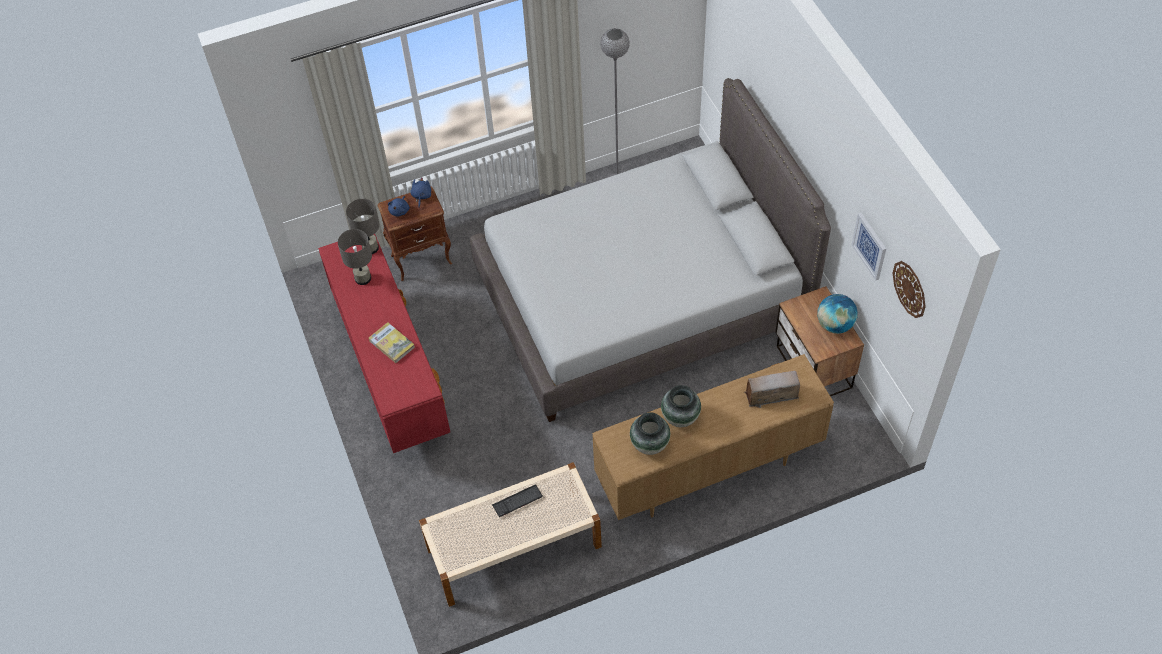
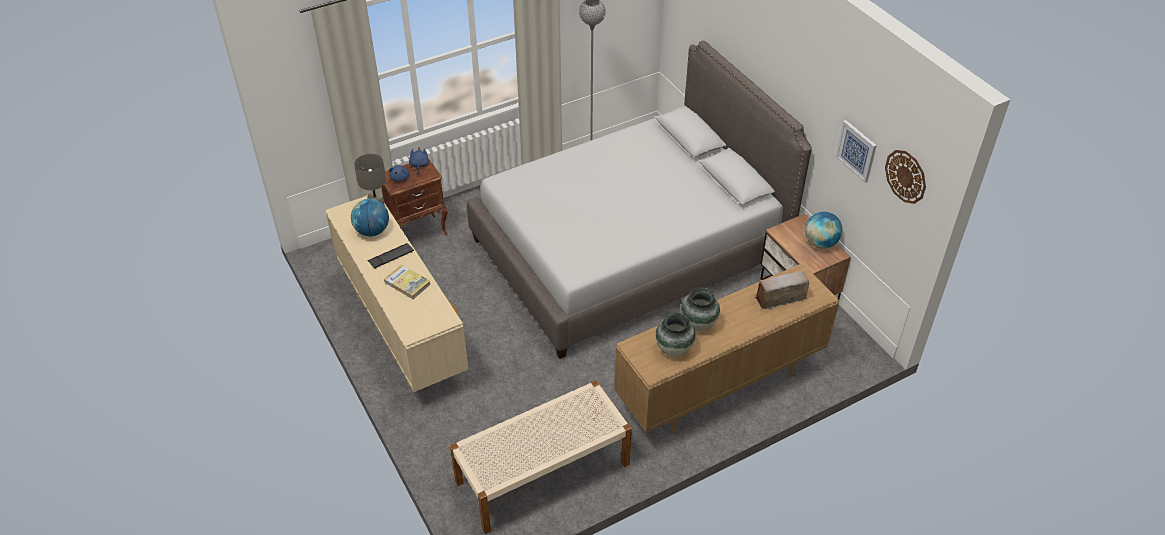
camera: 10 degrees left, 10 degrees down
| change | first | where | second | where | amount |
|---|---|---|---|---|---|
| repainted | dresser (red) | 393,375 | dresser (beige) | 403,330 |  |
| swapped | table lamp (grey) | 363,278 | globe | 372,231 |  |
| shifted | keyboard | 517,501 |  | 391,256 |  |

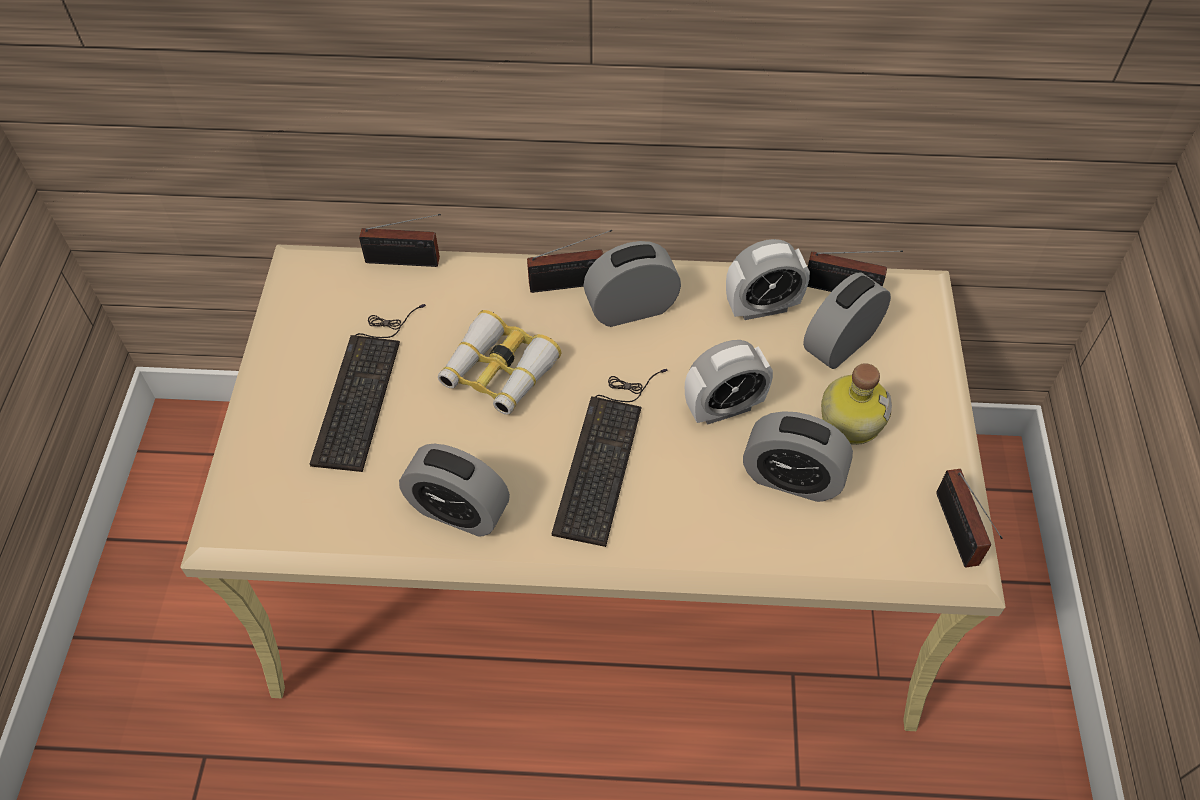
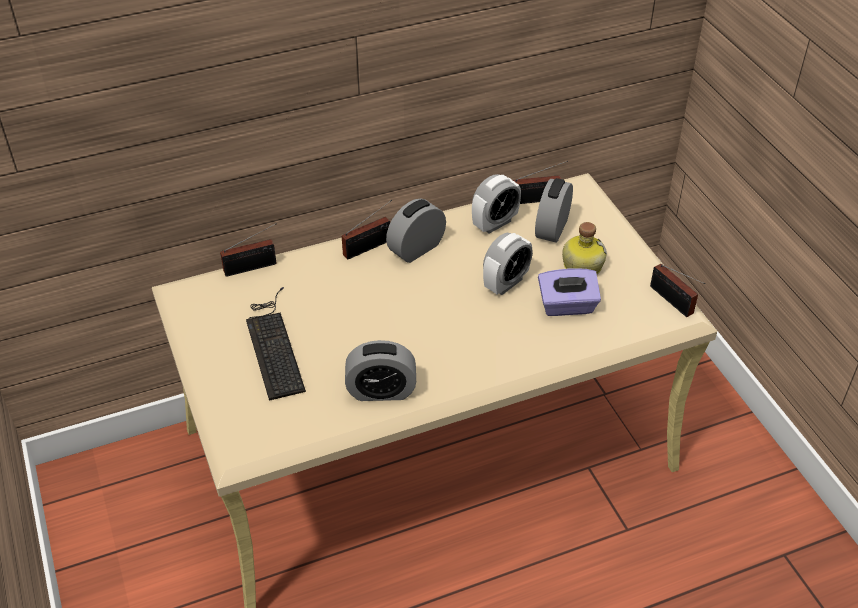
camera: 25 degrees left, 10 degrees down
| change | first | where | second | where | amount |
|---|---|---|---|---|---|
| swapped | alarm clock | 791,478 | tissue box (purple) | 567,306 |  |
| gone | binoculars | 498,373 |  |  |  |
| gone | keyboard | 606,452 |  |  |  |

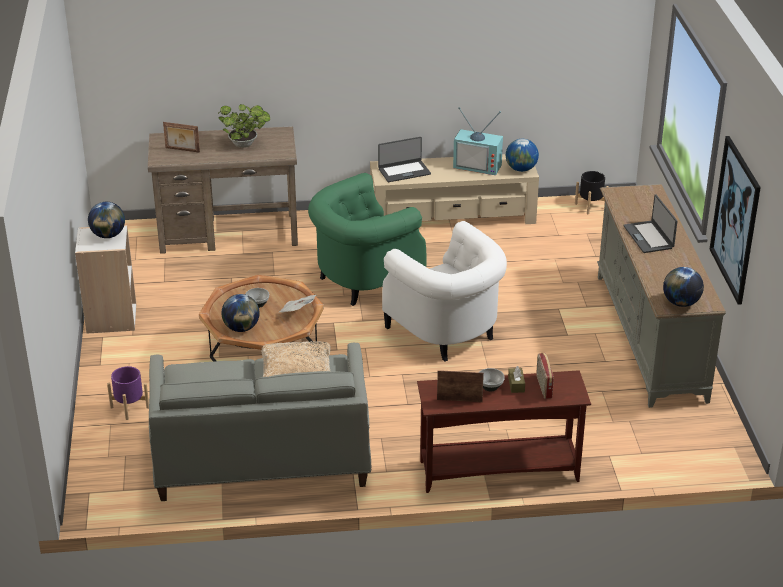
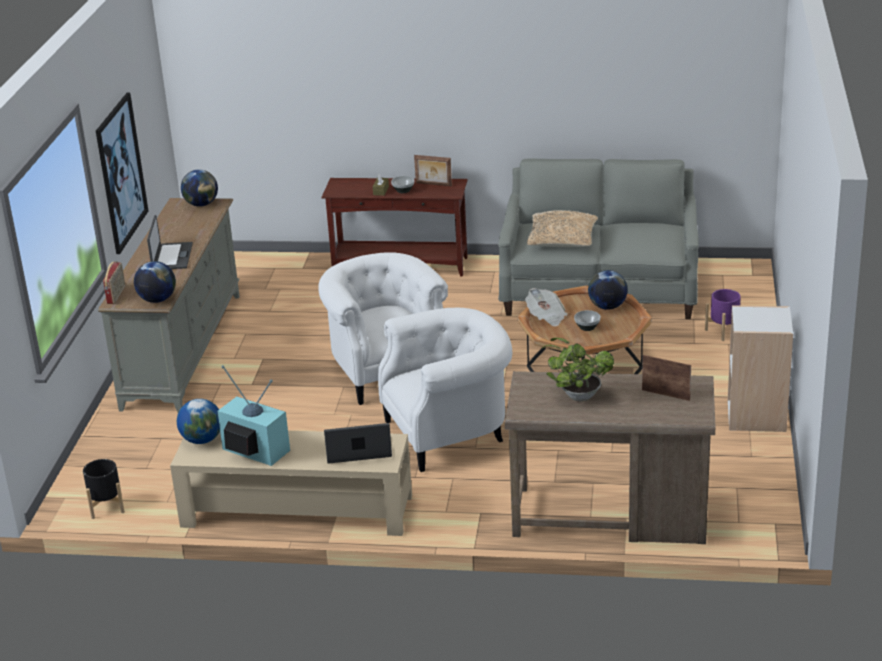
camera: 165 degrees left, 5 degrees down
| change | first | where | second | where | amount |
|---|---|---|---|---|---|
| shifted | radio | 543,386 |  | 116,295 |  |
| shifted | globe | 108,235 |  | 157,300 |  |
| repainted | armchair (green) | 364,280 | armchair (white) | 450,433 |  |

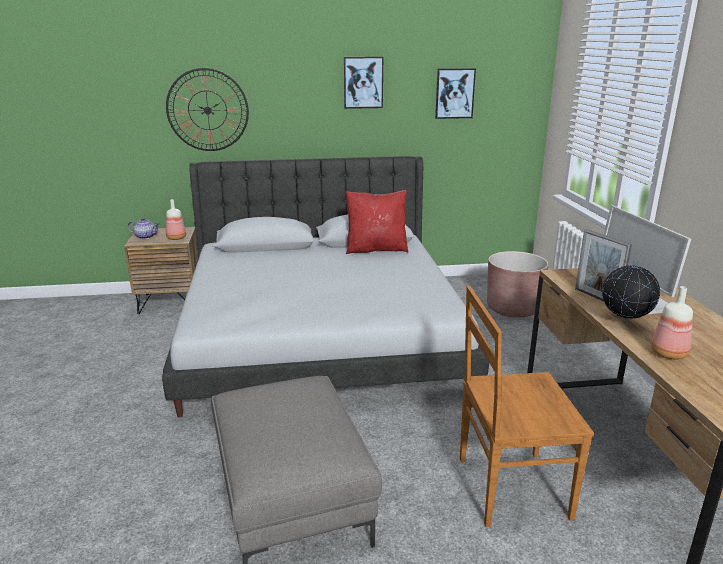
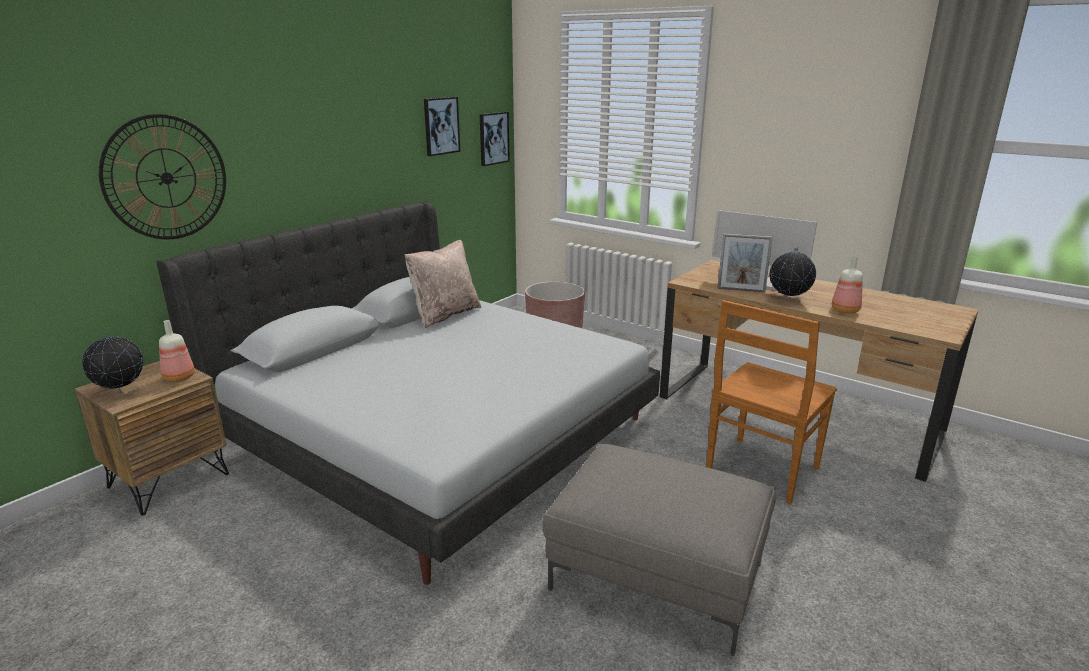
camera: 45 degrees left, 0 degrees up
| change | first | where | second | where | amount |
|---|---|---|---|---|---|
| swapped | teapot | 145,237 | globe | 121,392 |  |
| repainted | pillow (red) | 376,249 | pillow (beige) | 445,315 |  |
| shifted | picture | 363,82 |  | 493,138 |  |

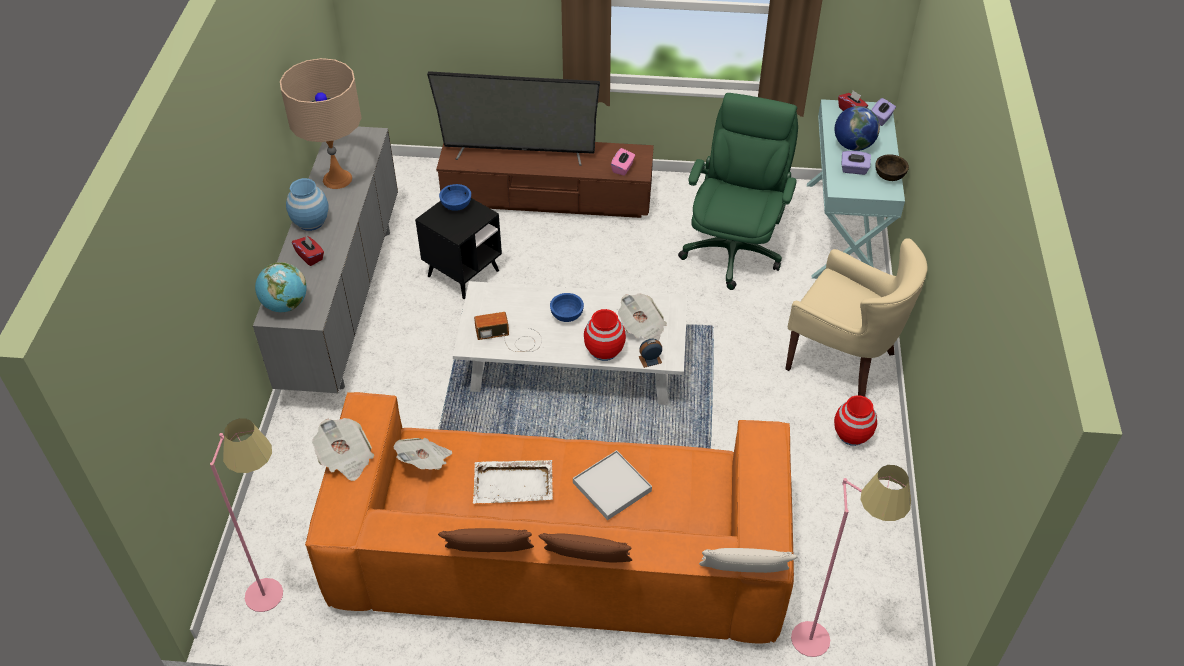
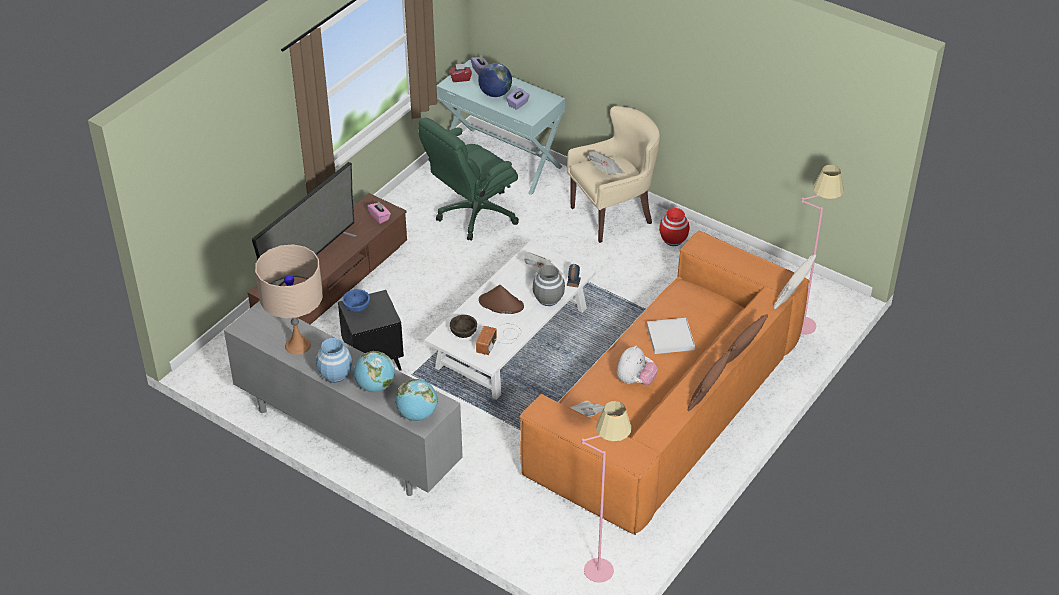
camera: 60 degrees left, 5 degrees down
| change | first | where | second | where | amount |
|---|---|---|---|---|---|
| swapped | tissue box (red) | 310,256 | globe | 375,386 |  |
| rotated | office chair (green) | 734,248 |  | 472,216 | 90 degrees counterclockwise |
| shifted | bowl (brown) | 889,176 |  | 463,333 |  |
| swapped | bowl (blue) | 566,315 | hat (brown) | 501,304 |  |
| repainted | vase (red) | 604,350 | vase (grey) | 548,299 |  |
| shifted | newspaper | 345,458 |  | 605,171 |  |
| swapped | tray (white) | 514,483 | plush toy | 635,381 |  |

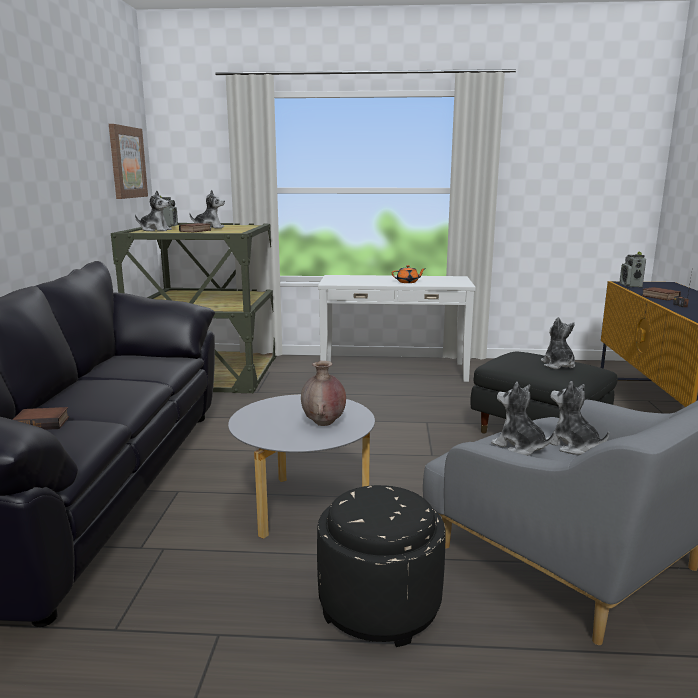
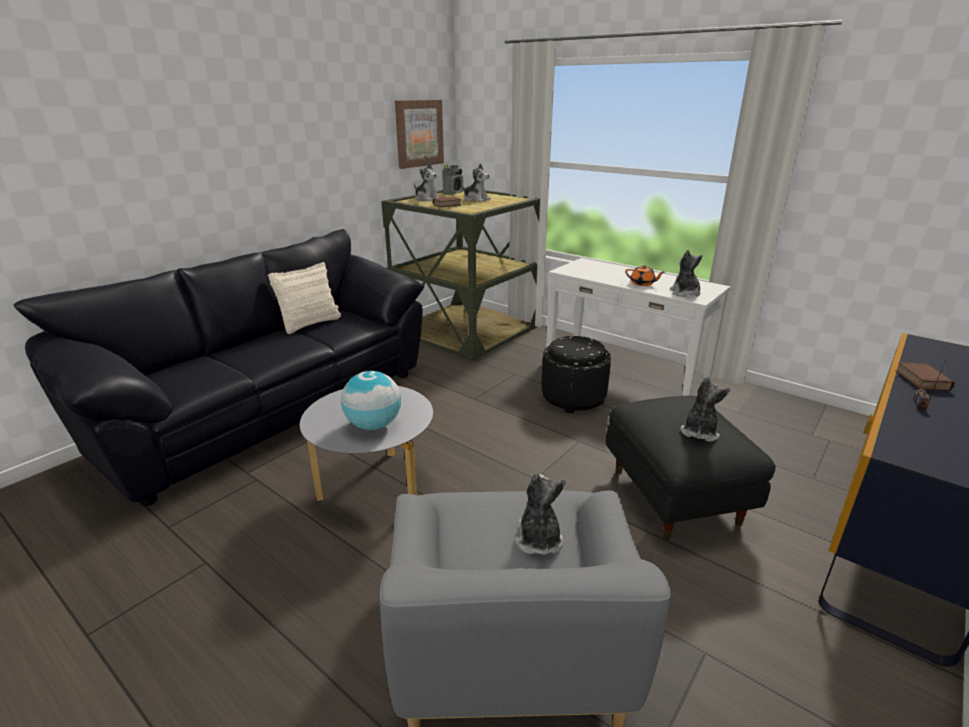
camera: 35 degrees right, 10 degrees up
| change | first | where | second | where | amount |
|---|---|---|---|---|---|
| new |  |  | pillow (beige) | 310,324 |  |
| swapped | vase (brown) | 324,423 | globe | 374,425 |  |
| shifted | ottoman (black) | 379,605 |  | 573,398 |  |
| shifted | plush toy | 519,447 |  | 685,293 |  |
| gone | book | 43,423 |  |  |  |
| gone | radio | 630,285 |  |  |  |

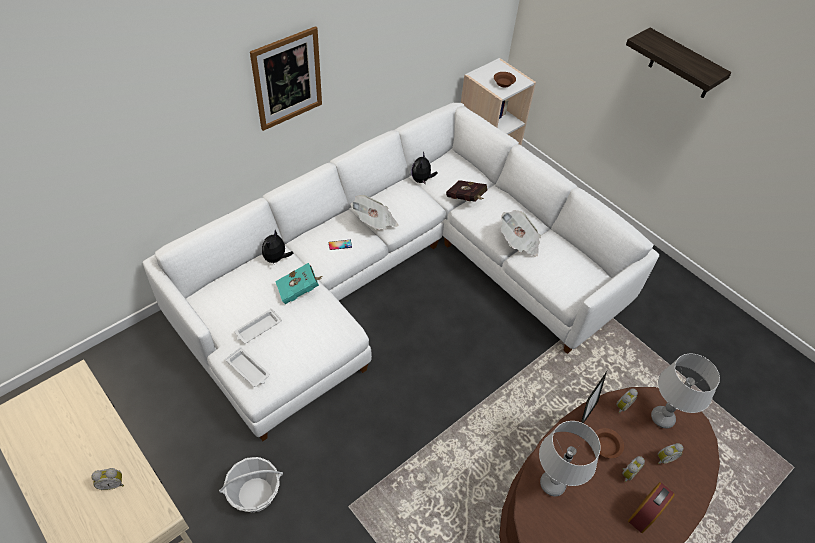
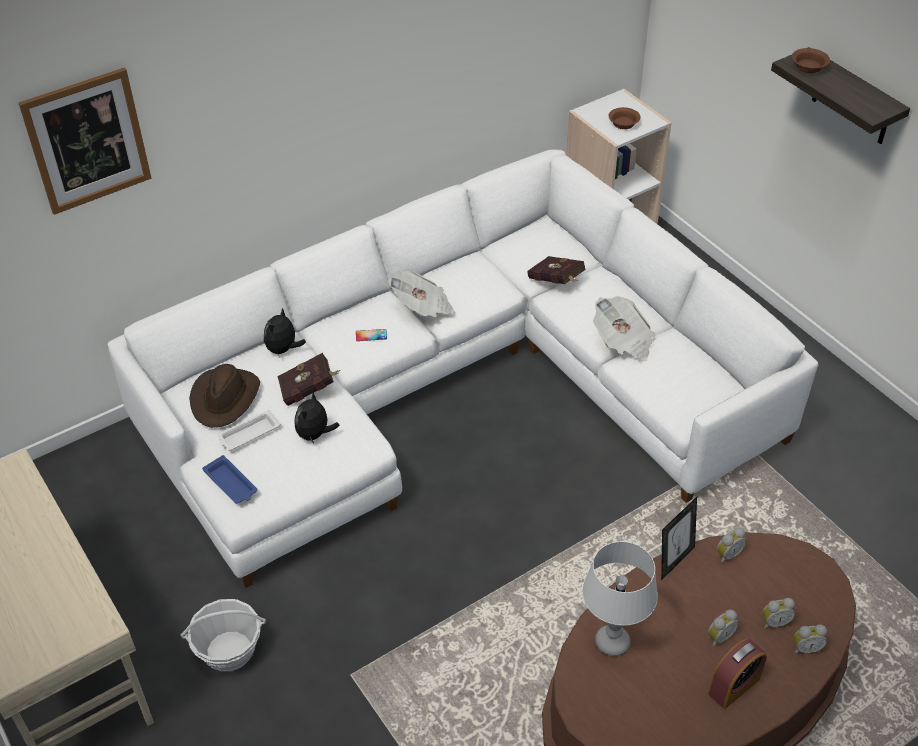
camera: 10 degrees right, 5 degrees down
| change | first | where | second | where | amount |
|---|---|---|---|---|---|
| shifted | picture | 287,79 |  | 87,141 |  |
| new |  |  | hat (brown) | 225,398 |  |
| repainted | tray (white) | 248,369 | tray (blue) | 231,483 |  |
| repainted | book (turquoise) | 300,290 | book (red) | 309,390 |  |
| shifted | plush toy | 422,180 |  | 315,434 |  |
| shifted | bowl (brown) | 605,447 |  | 808,68 |  |
| shifted | alarm clock | 112,484 |  | 805,648 |  |
| gone | table lamp (grey) | 662,418 |  |  |  |

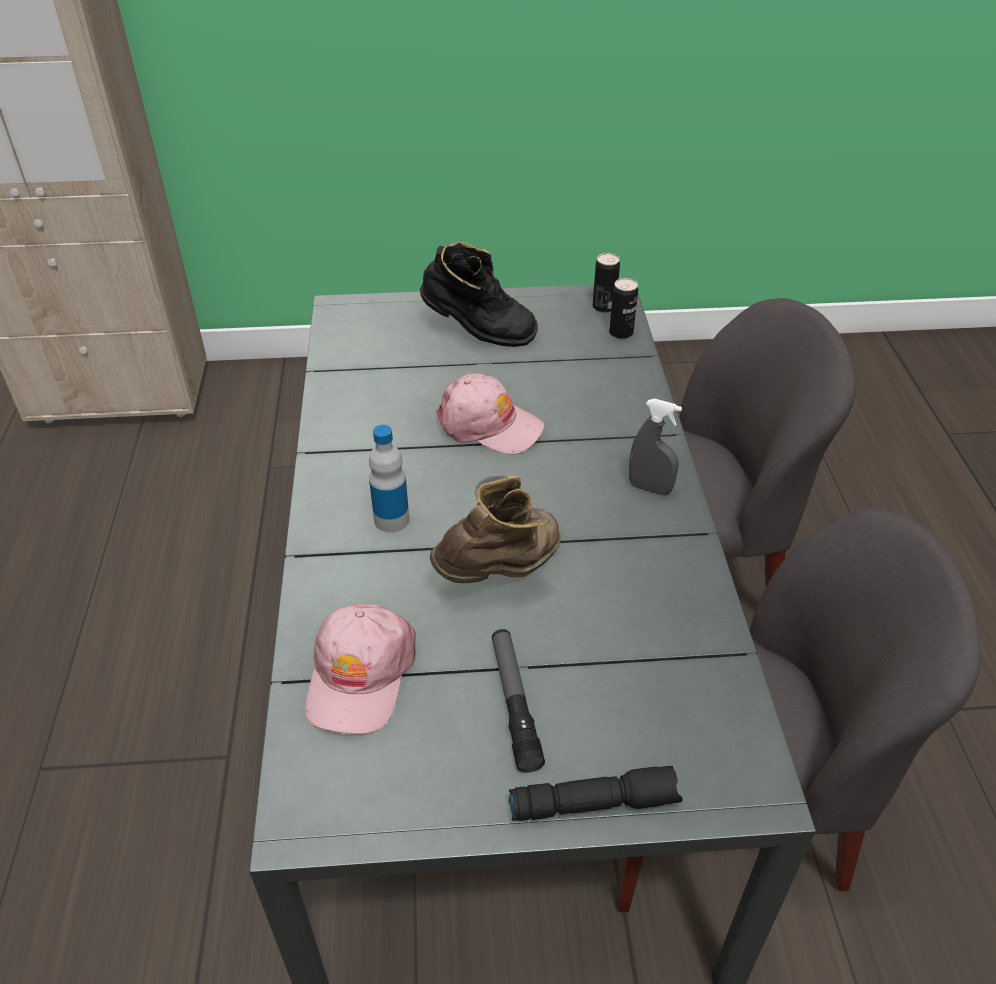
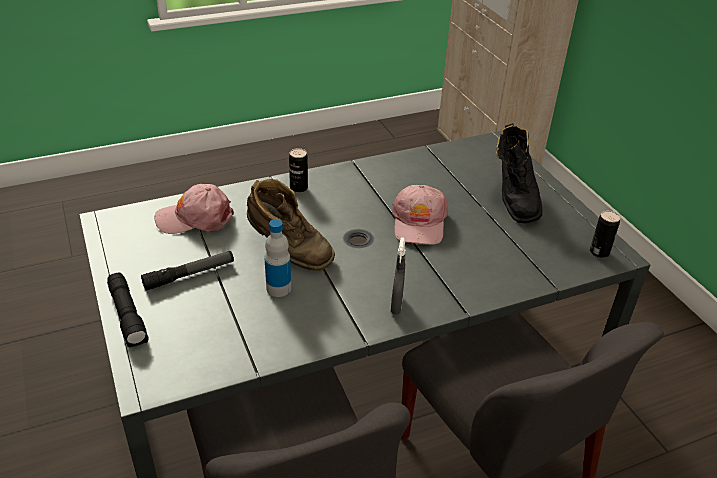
camera: 70 degrees right, 5 degrees down
| change | first | where | second | where | amount |
|---|---|---|---|---|---|
| shifted | bottle | 391,519 |  | 278,288 |  |
| shifted | can | 621,333 |  | 298,188 |  |

